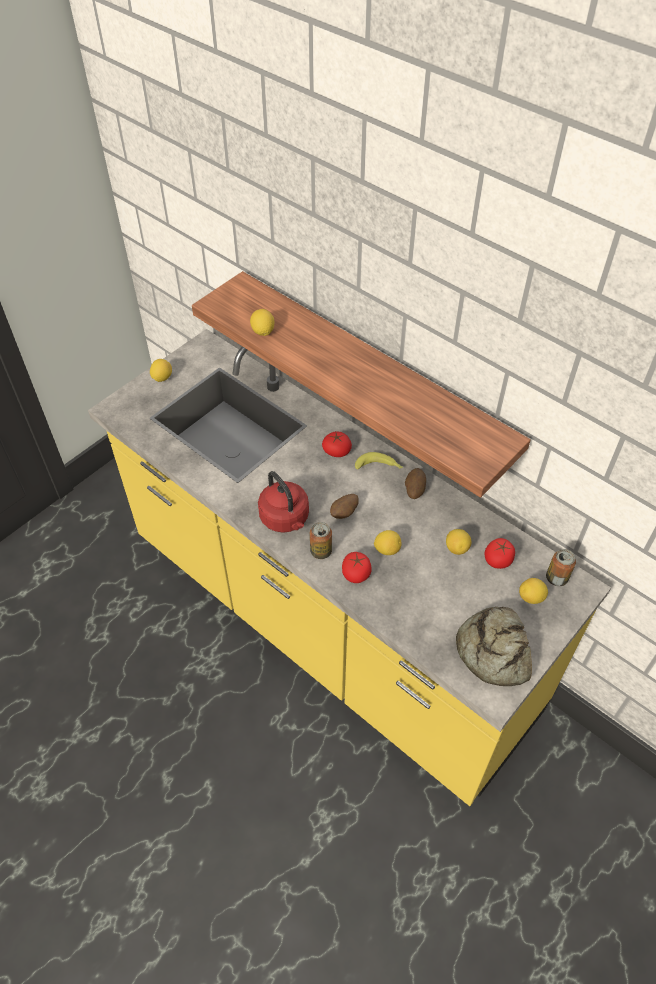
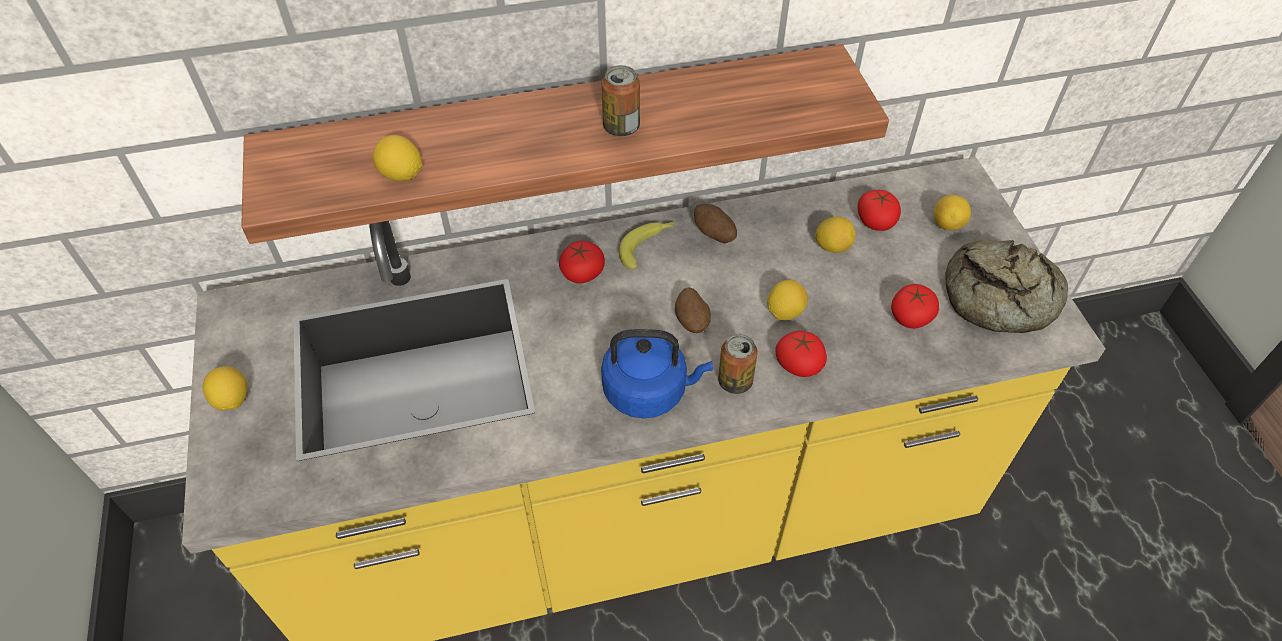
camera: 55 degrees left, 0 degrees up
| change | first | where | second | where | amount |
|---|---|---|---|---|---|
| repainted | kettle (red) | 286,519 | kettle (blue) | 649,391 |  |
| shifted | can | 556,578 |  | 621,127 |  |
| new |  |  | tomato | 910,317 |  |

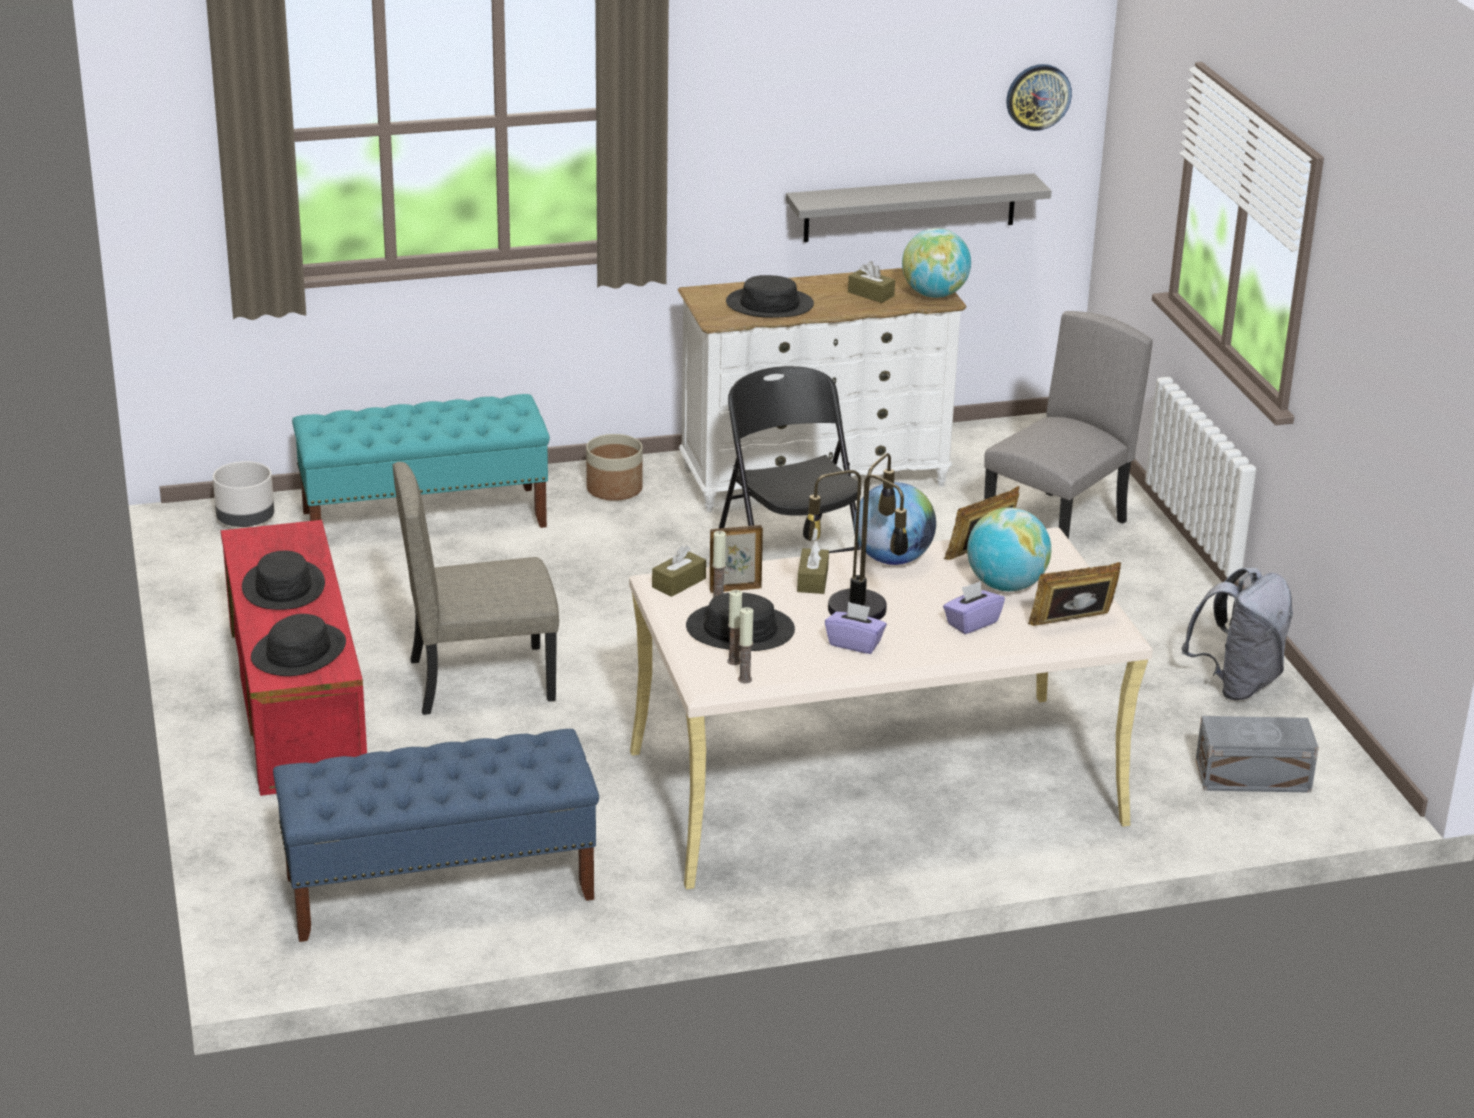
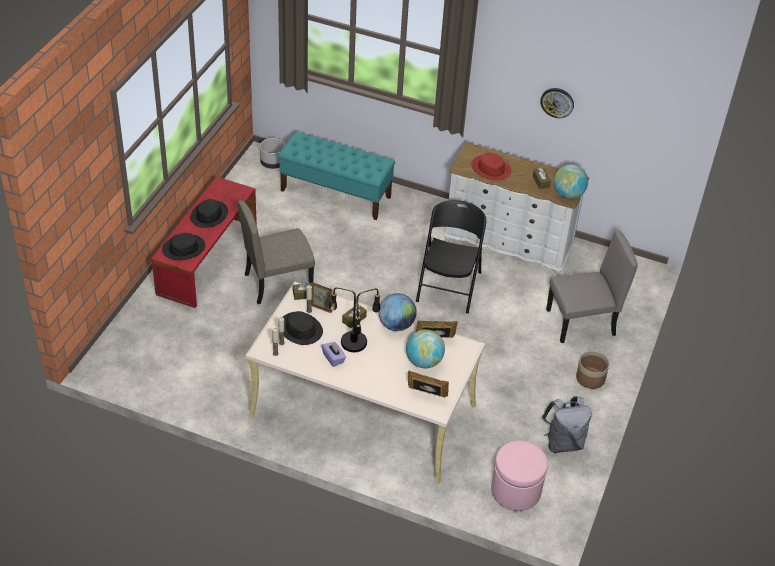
camera: 35 degrees right, 15 degrees up
| change | first | where | second | where | amount |
|---|---|---|---|---|---|
| rotated | chair (beige) | 481,679 |  | 278,282 | 45 degrees counterclockwise |
| repainted | hat (black) | 769,304 | hat (red) | 491,168 |  |
| swapped | storage box (grey) | 1254,777 | ottoman (pink) | 515,491 |  |
| shifted | wall clock | 1038,96 |  | 557,102 |  |
| shifted | planter | 615,489 |  | 590,378 |  |
| gone | bench (blue) | 438,888 |  |  |  |
| gone | shelf (grey) | 910,207 |  |  |  |
| gone | tissue box (purple) | 971,623 |  |  |  |

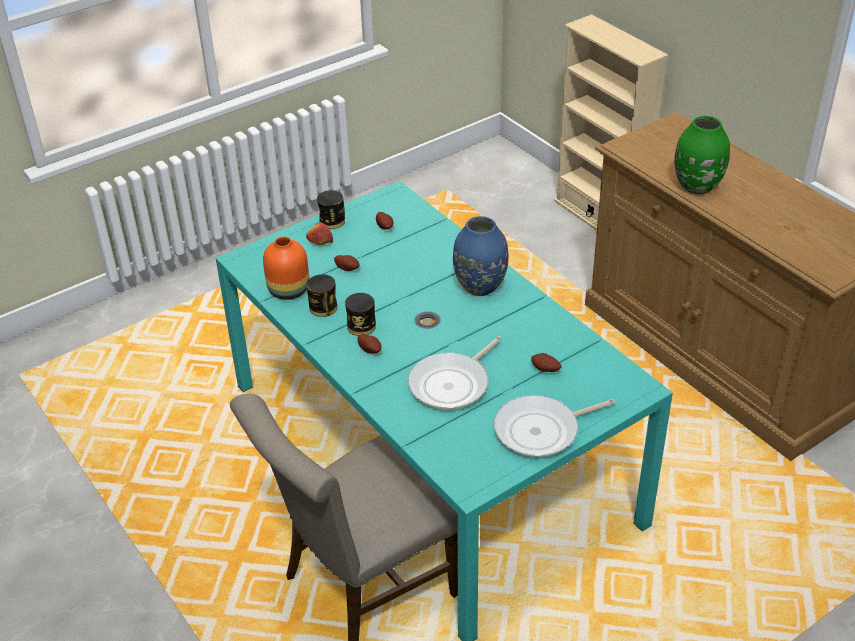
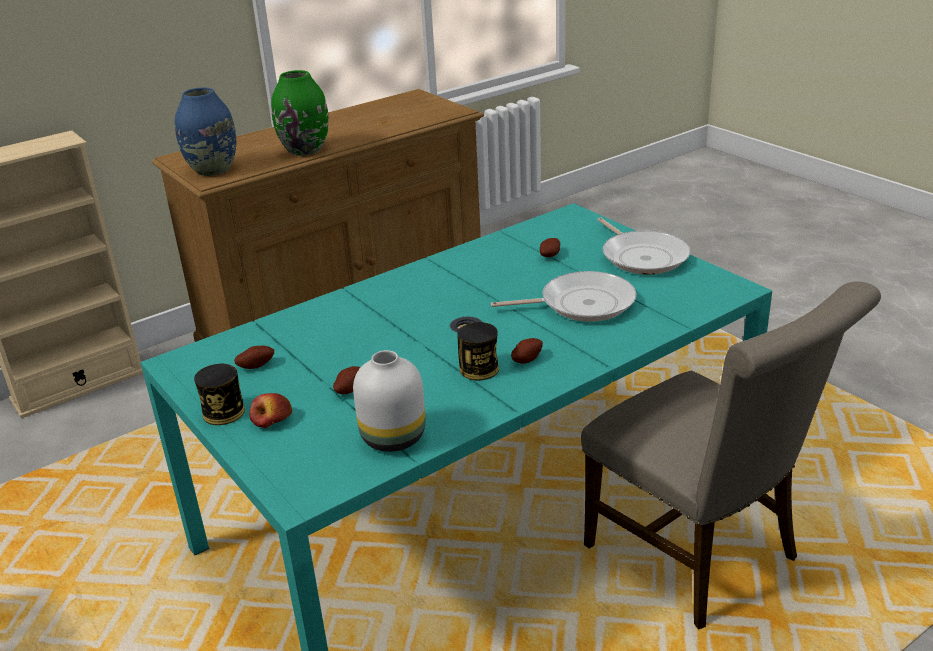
camera: 90 degrees left, 10 degrees down
| change | first | where | second | where | amount |
|---|---|---|---|---|---|
| shifted | vase (blue) | 479,286 |  | 212,170 |  |
| repainted | vase (orange) | 289,291 | vase (white) | 395,437 |  |
| rotated | frying pan | 452,384 |  | 581,304 | 45 degrees counterclockwise |
| gone | can | 323,307 |  |  |  |

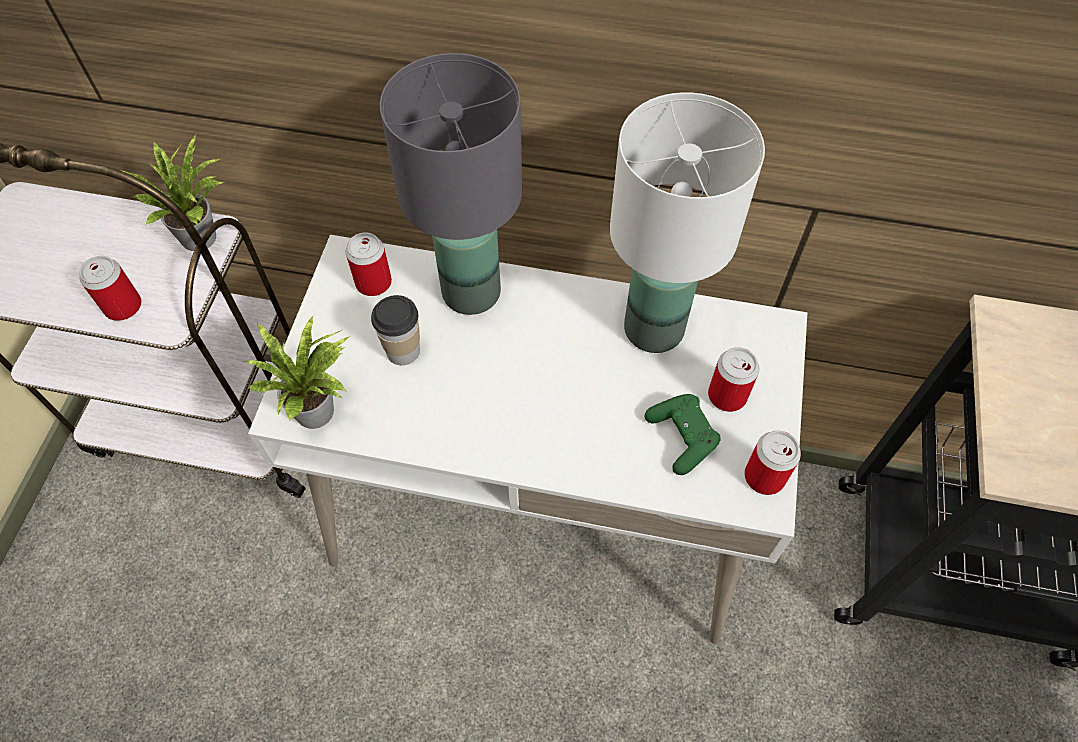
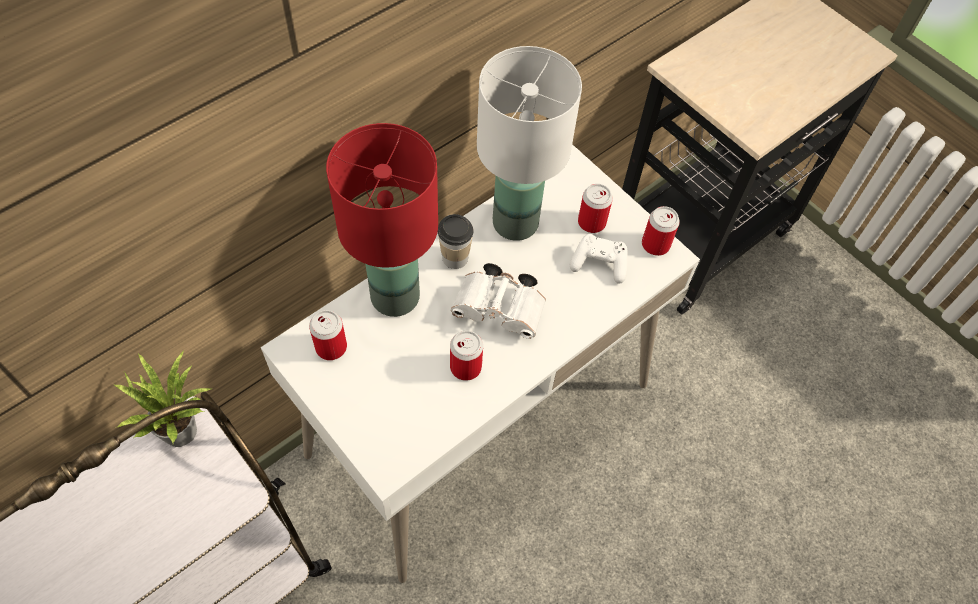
camera: 55 degrees left, 0 degrees up
| change | first | where | second | where | amount |
|---|---|---|---|---|---|
| repainted | table lamp (grey) | 469,291 | table lamp (red) | 393,297 |  |
| shifted | cup | 403,351 |  | 455,258 |  |
| shifted | can | 123,306 |  | 465,367 |  |
| new |  |  | binoculars (white) | 502,310 |  |
| repainted | game controller (green) | 682,438 | game controller (white) | 599,264 |  |
| gone | potted plant | 320,411 |  |  |  |

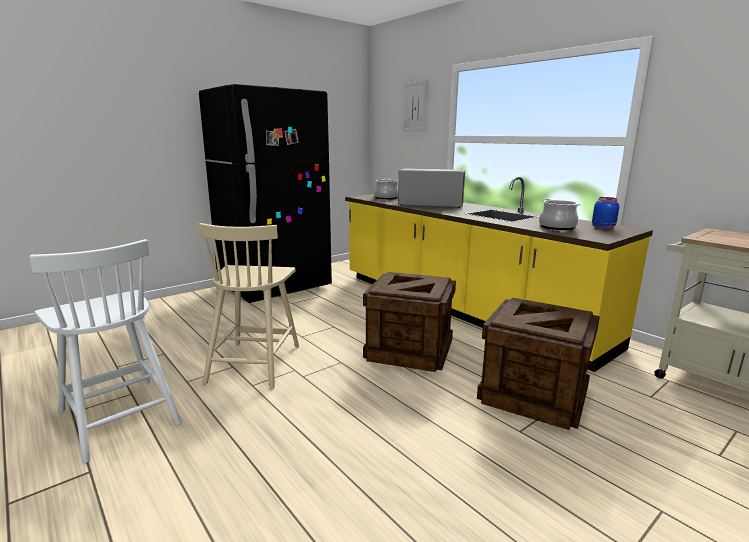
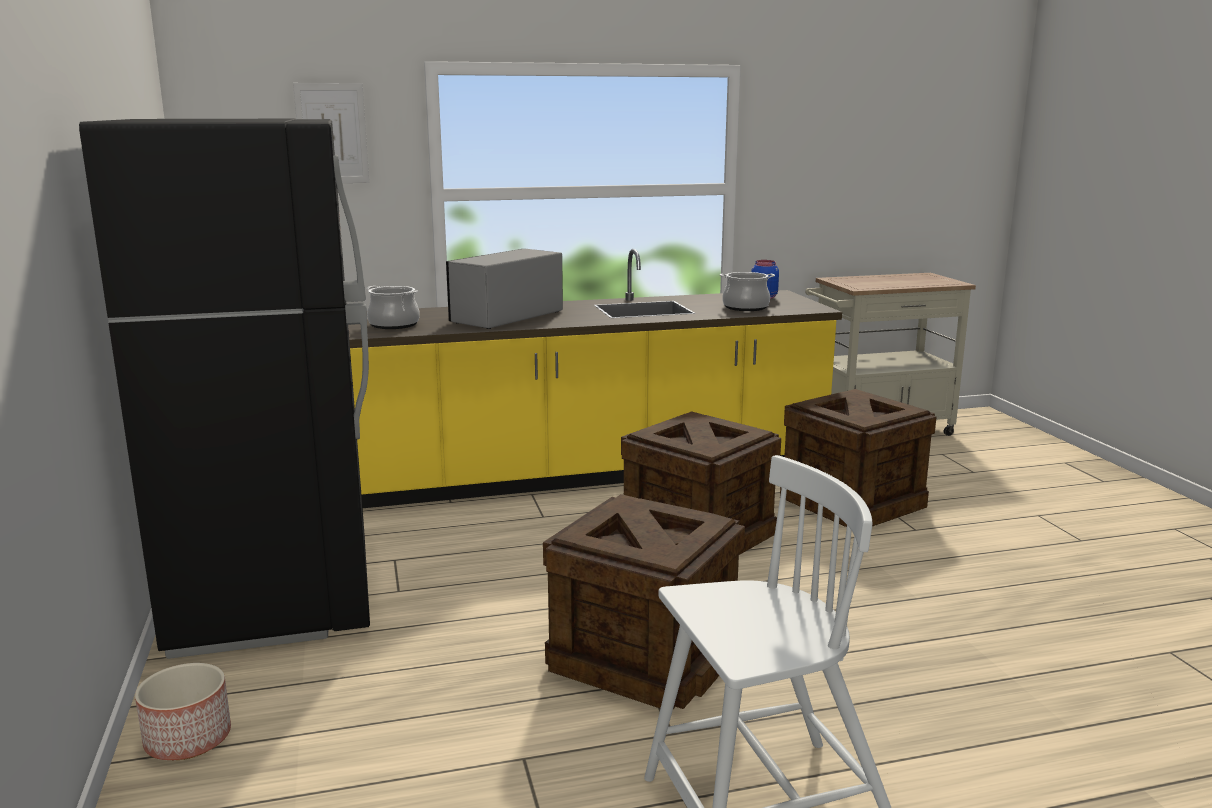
camera: 65 degrees left, 0 degrees up
| change | first | where | second | where | amount |
|---|---|---|---|---|---|
| new |  |  | planter | 187,739 |  |
| swapped | chair (beige) | 254,362 | crate | 645,659 |  |

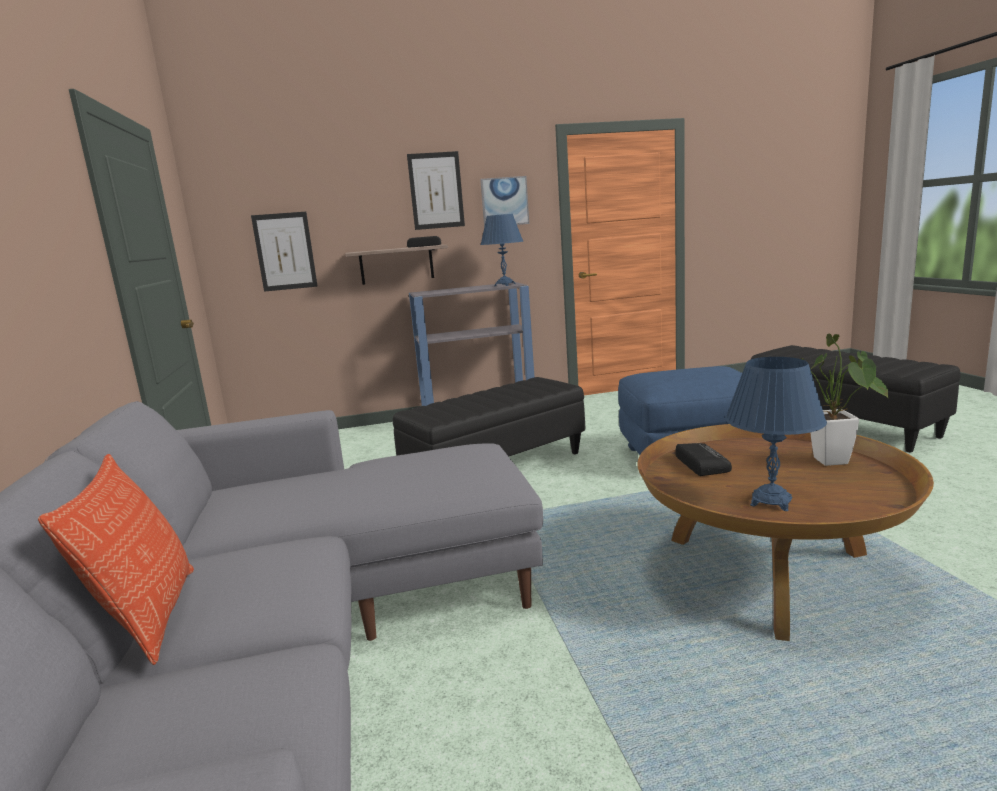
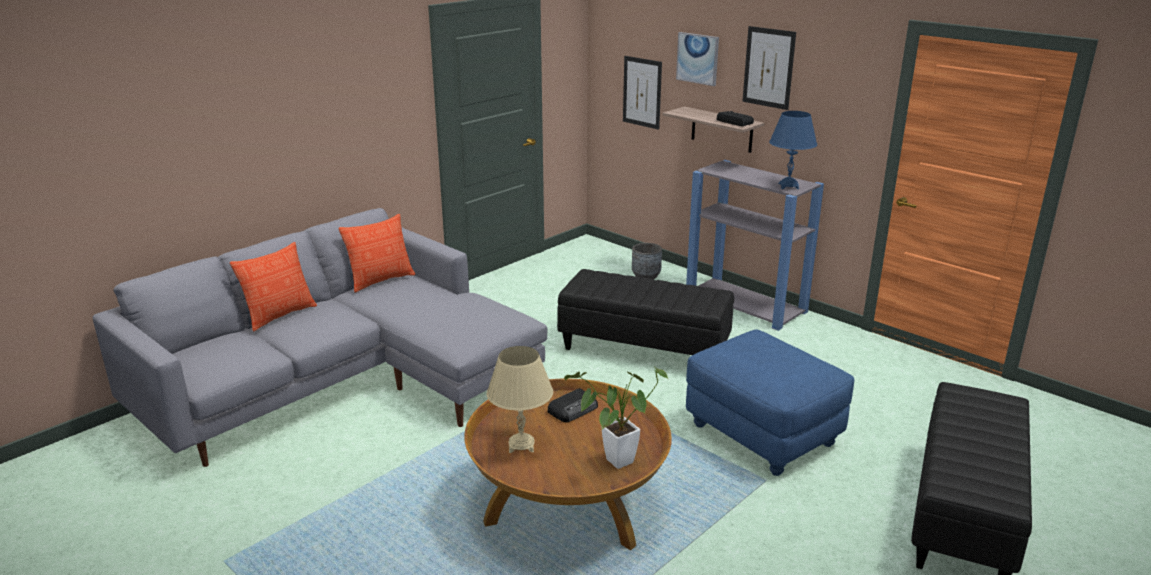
camera: 55 degrees right, 10 degrees up
| change | first | where | second | where | amount |
|---|---|---|---|---|---|
| new |  |  | pillow (orange) | 381,280 |  |
| repainted | table lamp (blue) | 771,501 | table lamp (beige) | 521,445 |  |
| new |  |  | planter (grey) | 646,276 |  |
| shifted | picture | 504,201 |  | 697,58 |  |

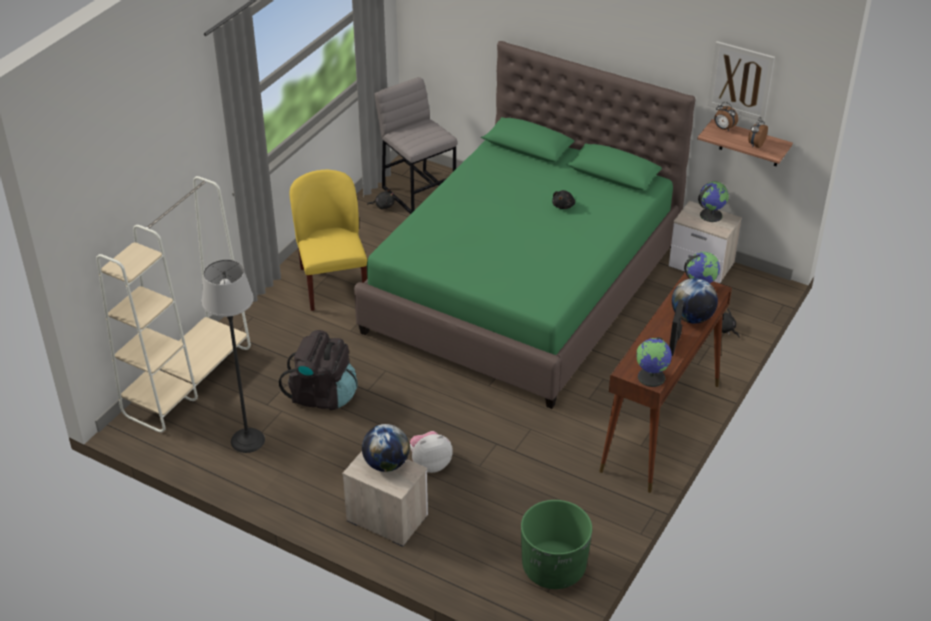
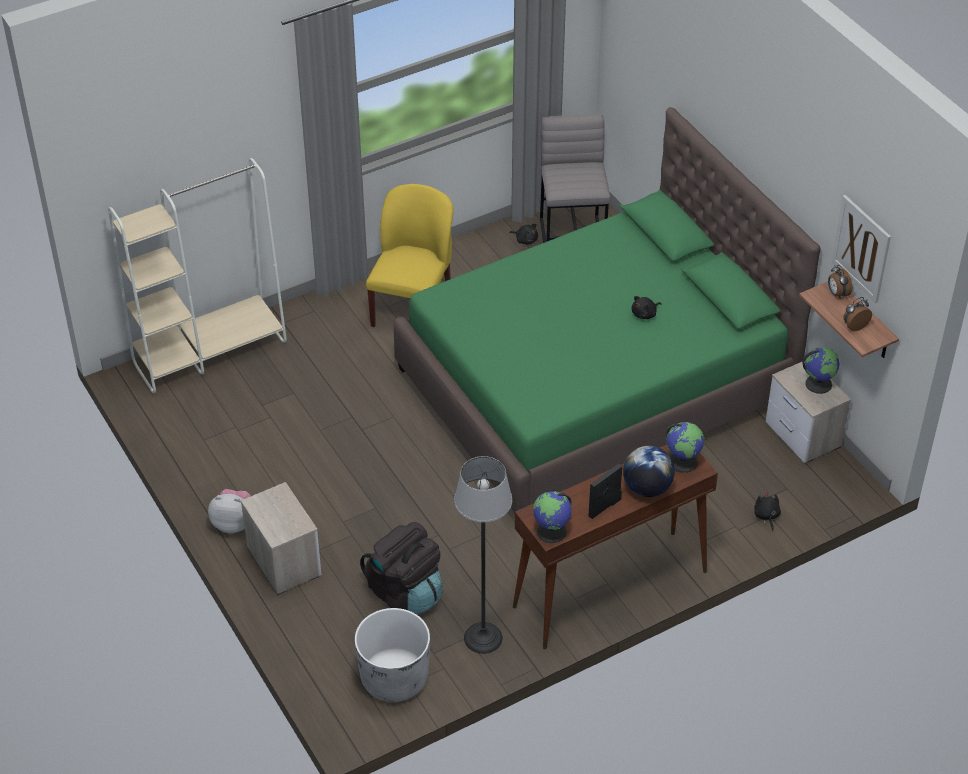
camera: 30 degrees right, 5 degrees up
| change | first | where | second | where | amount |
|---|---|---|---|---|---|
| shifted | plush toy | 430,464 |  | 233,523 |  |
| repainted | planter (green) | 553,567 | planter (white) | 394,678 |  |
| shifted | backpack (black) | 322,395 |  | 405,592 |  |
| shifted | floor lamp | 247,440 |  | 483,637 |  |
| gone | globe | 386,464 |  |  |  |

